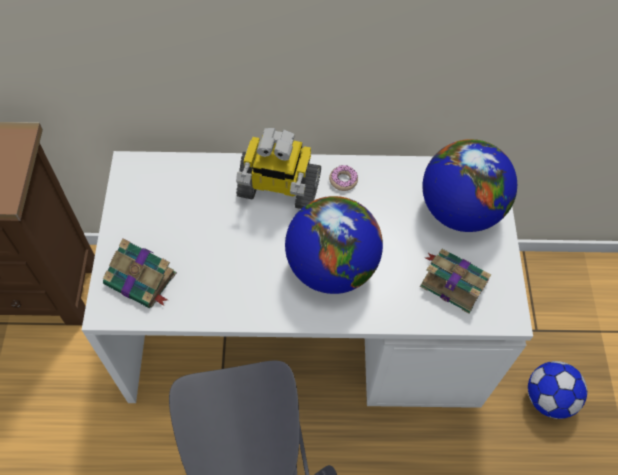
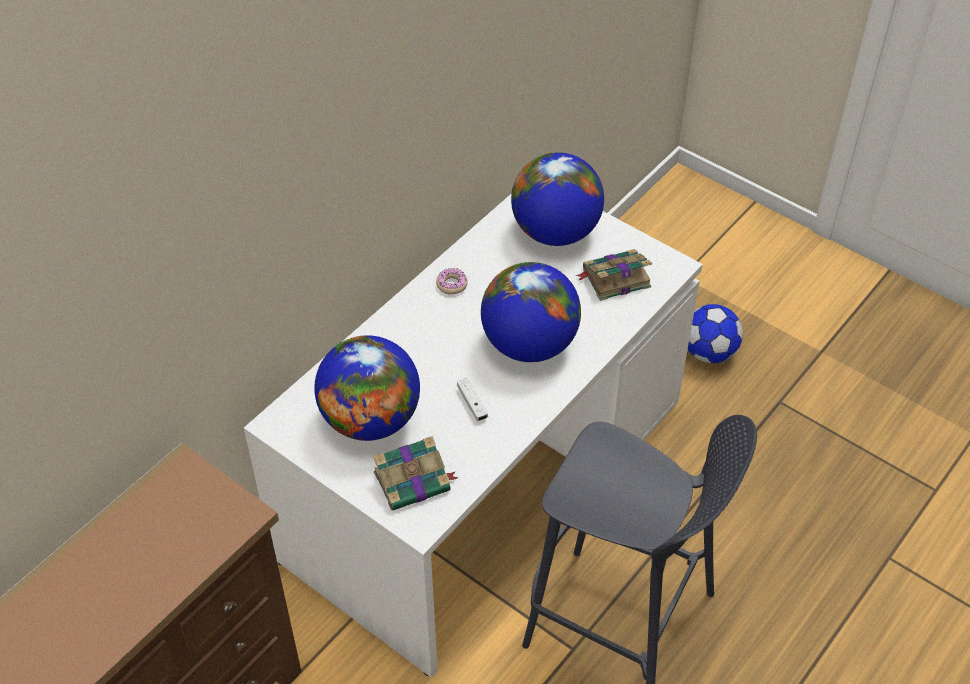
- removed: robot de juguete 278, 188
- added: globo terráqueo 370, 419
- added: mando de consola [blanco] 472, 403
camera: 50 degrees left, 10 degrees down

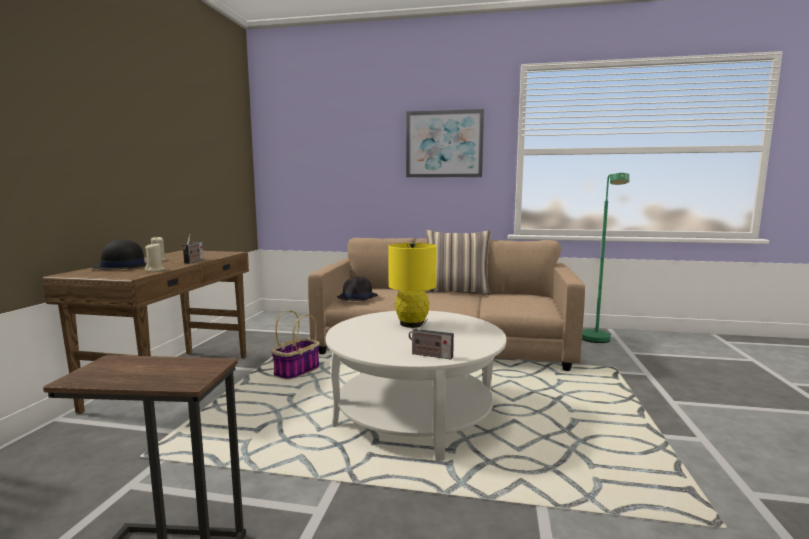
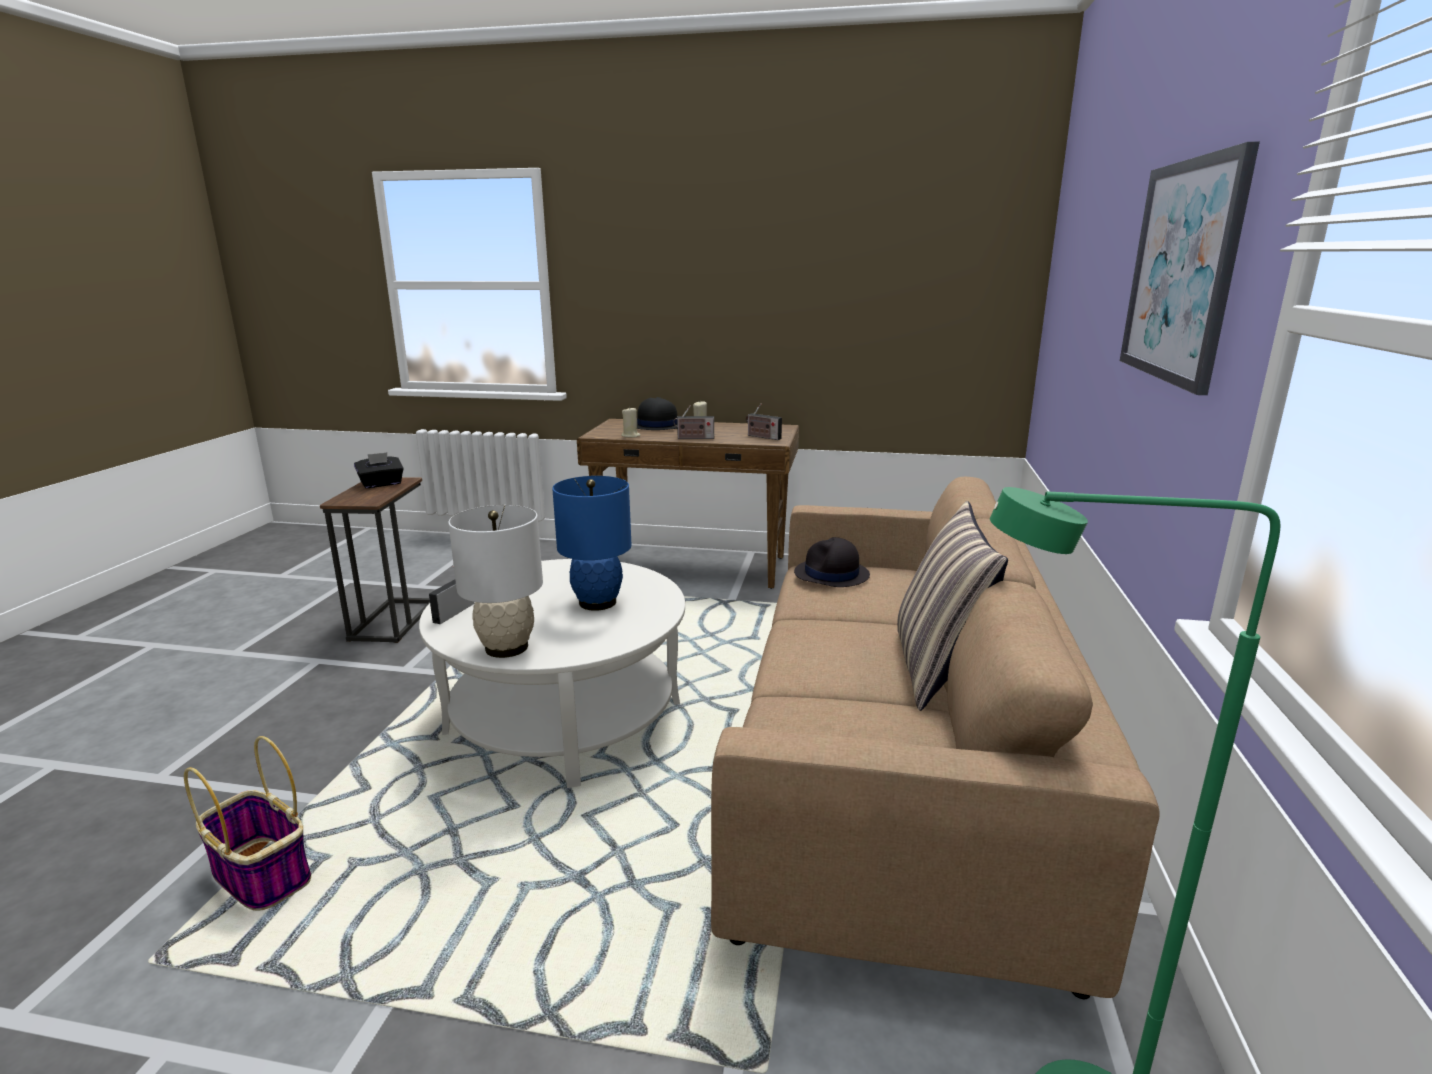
- recoloured: lámpara de mesa [amarillo] 411, 324 to lámpara de mesa [azul] 597, 602
- moved: cesta 297, 372 to 260, 875
- added: radio 762, 437
- added: caja de pañuelos [negro] 381, 484
- added: lámpara de mesa [blanco] 506, 648
camera: 90 degrees right, 10 degrees up

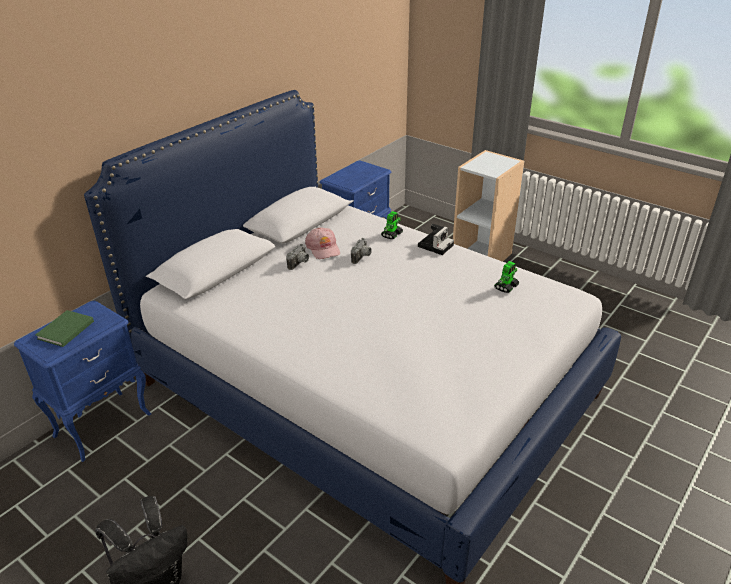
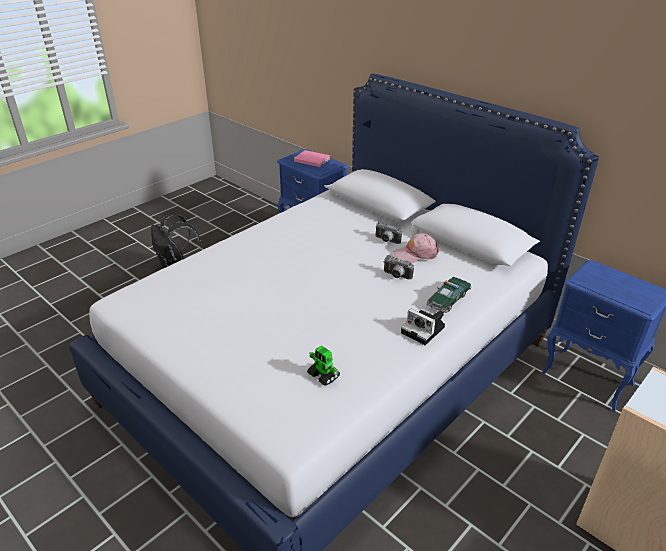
- replaced: robot de juguete 392, 234 to coche de juguete 448, 299
- recoloured: libro [verde] 64, 330 to libro [rosa] 311, 159
camera: 95 degrees right, 0 degrees up

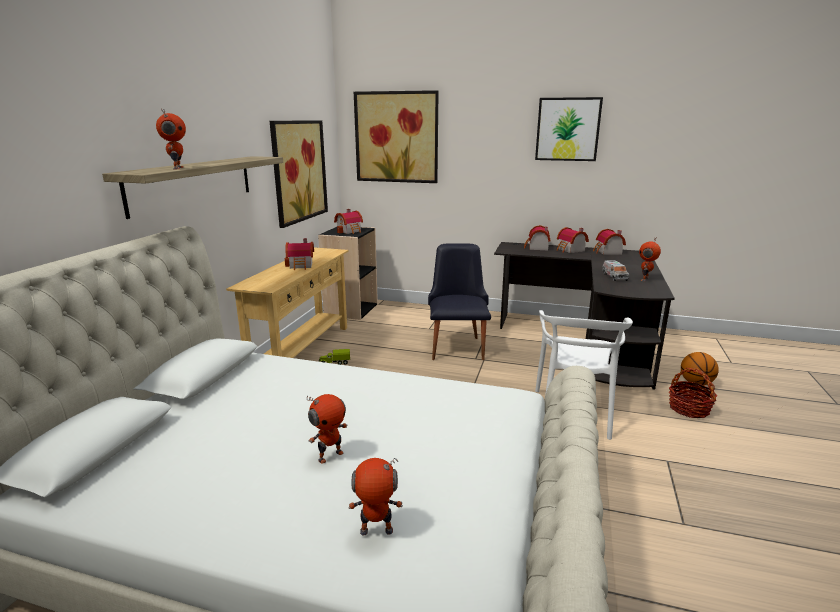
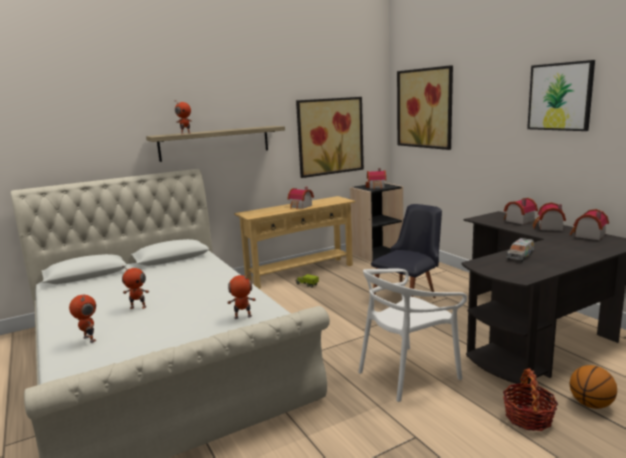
- moved: robot de juguete 645, 279 to 243, 317
camera: 45 degrees right, 5 degrees down

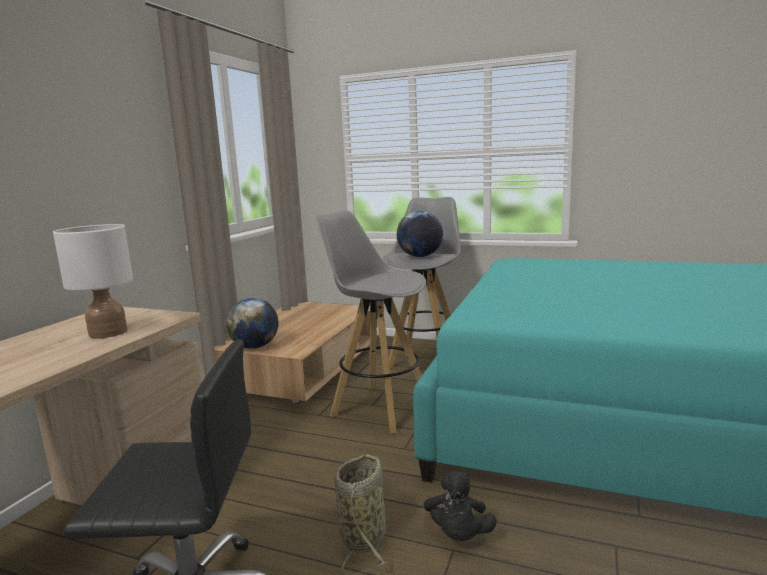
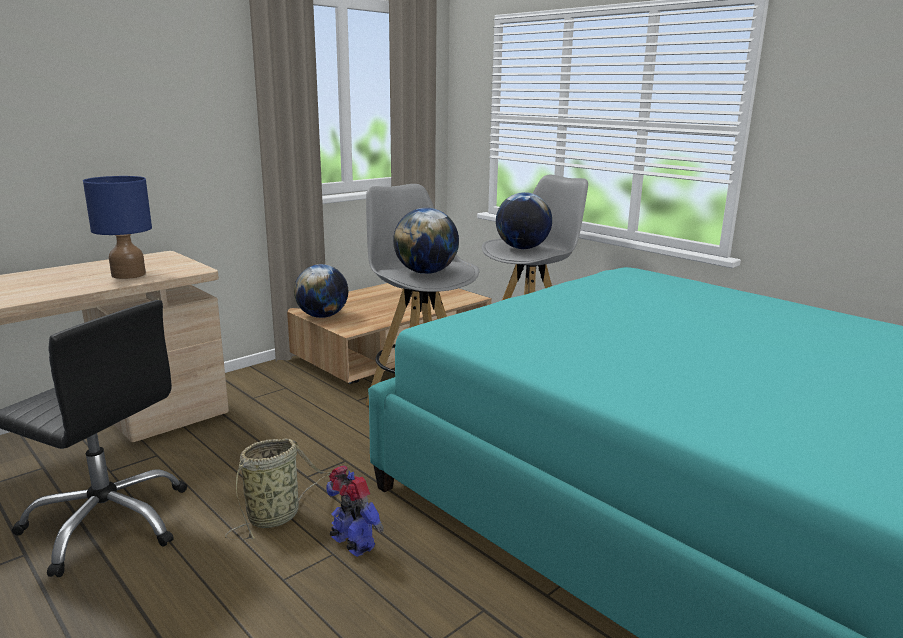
- recoloured: lámpara de mesa [blanco] 108, 333 to lámpara de mesa [azul] 128, 275
- replaced: peluche [negro] 458, 535 to robot de juguete 352, 544
- added: globo terráqueo 426, 272
camera: 25 degrees right, 5 degrees up

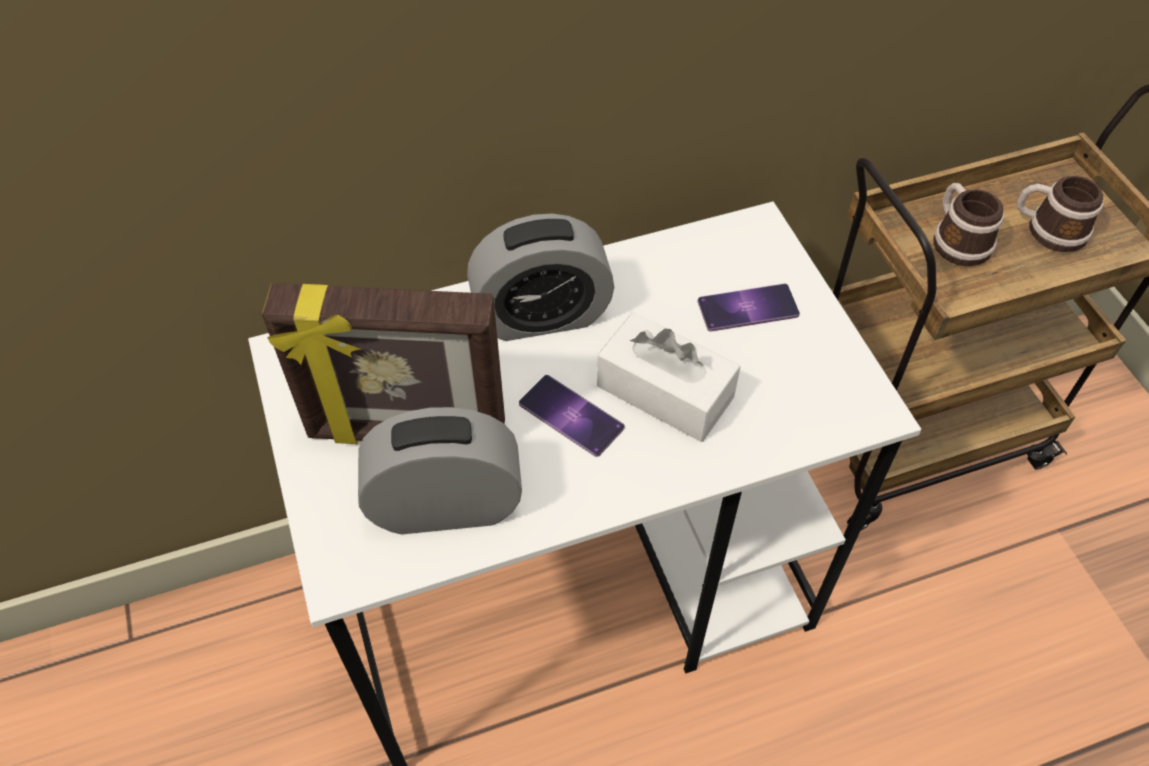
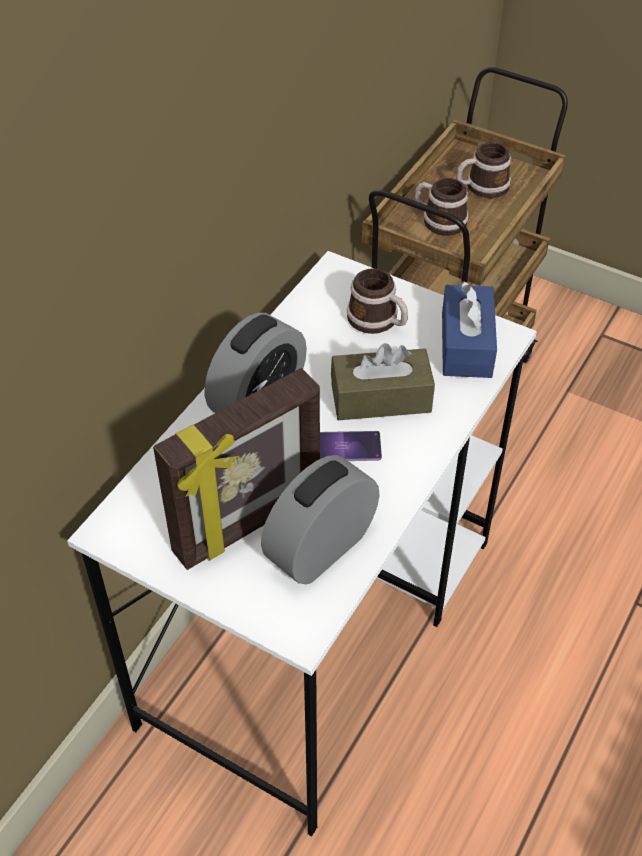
- replaced: móvil 748, 308 to taza grande 378, 321
- recoloured: caja de pañuelos [blanco] 665, 392 to caja de pañuelos [marrón] 381, 398
- added: caja de pañuelos [azul] 466, 344
camera: 40 degrees left, 5 degrees down

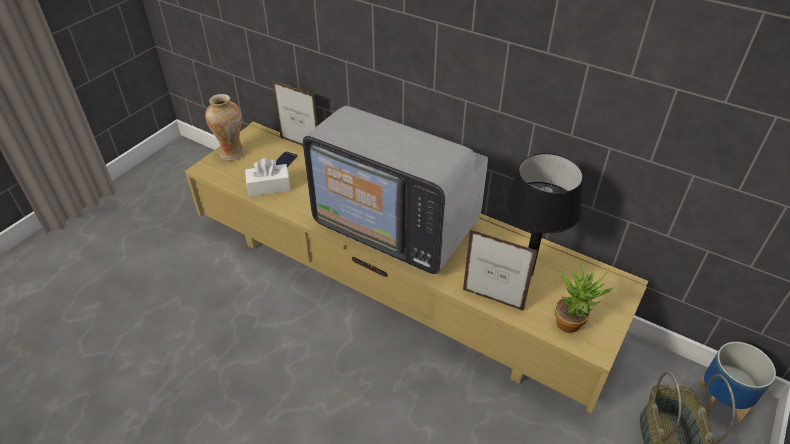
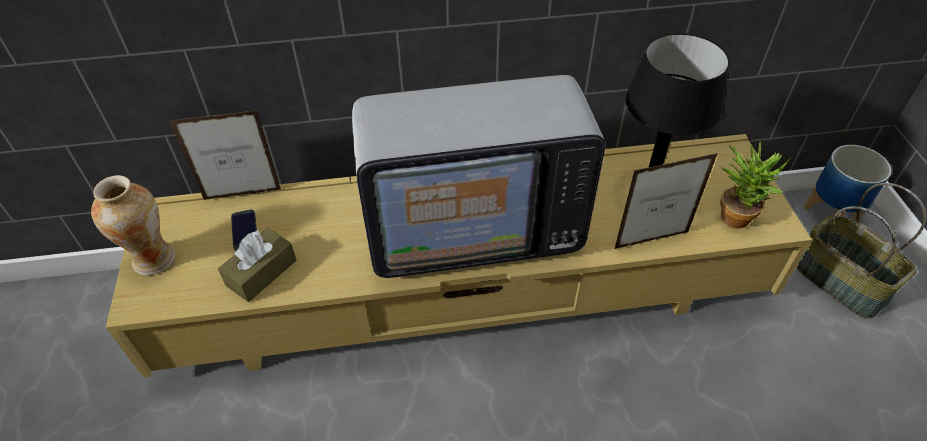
- recoloured: caja de pañuelos [blanco] 269, 187 to caja de pañuelos [marrón] 261, 273
camera: 40 degrees left, 5 degrees up

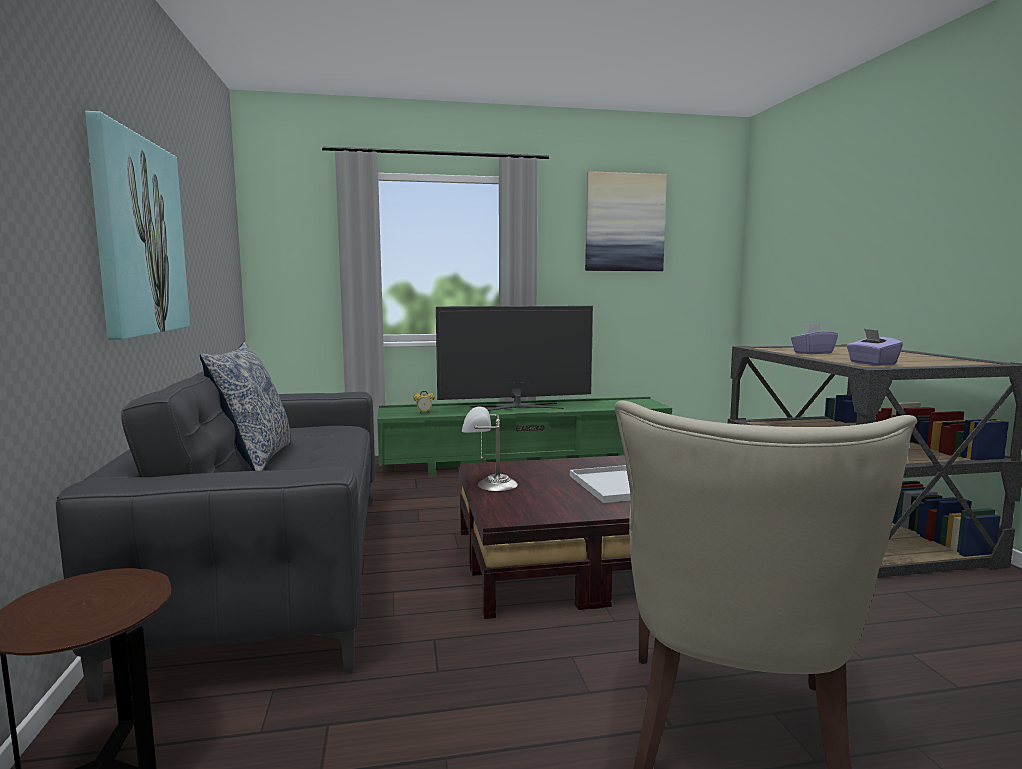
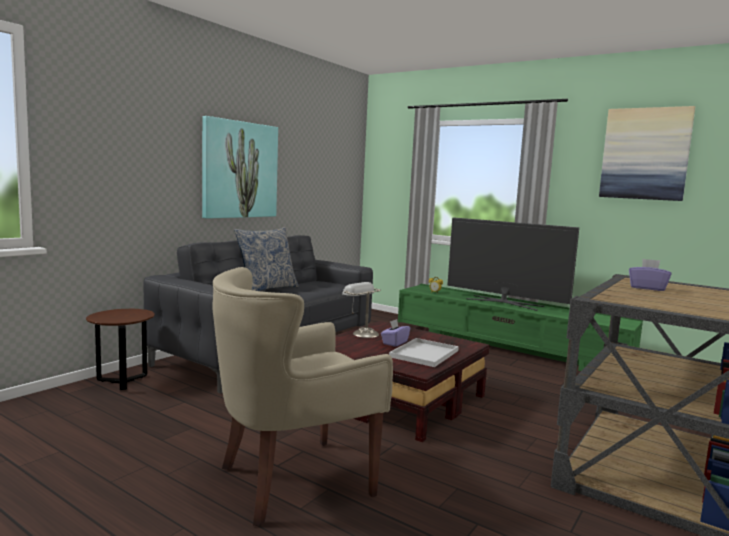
- moved: caja de pañuelos [morado] 871, 363 to 394, 343
camera: 45 degrees right, 0 degrees up

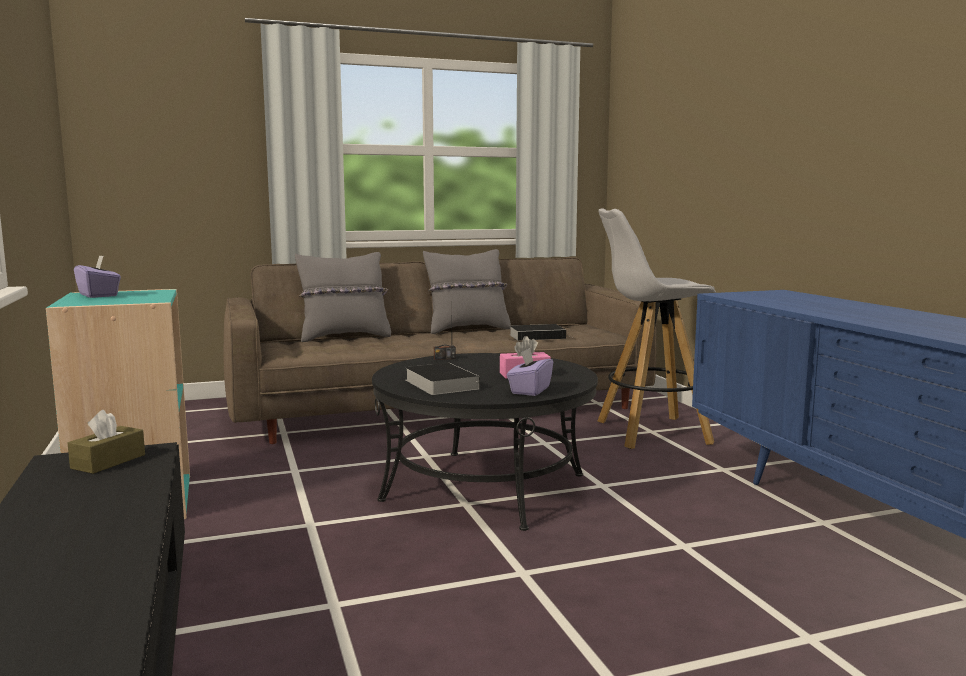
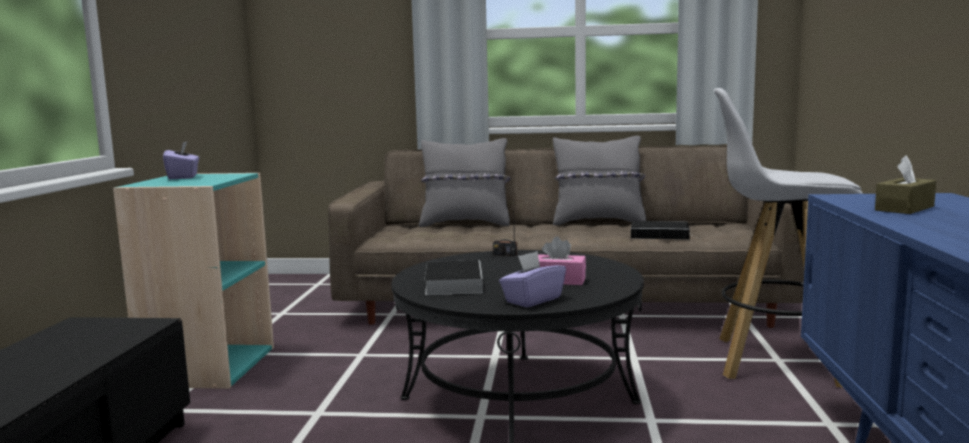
- moved: caja de pañuelos [marrón] 108, 461 to 904, 208
camera: 25 degrees right, 0 degrees up

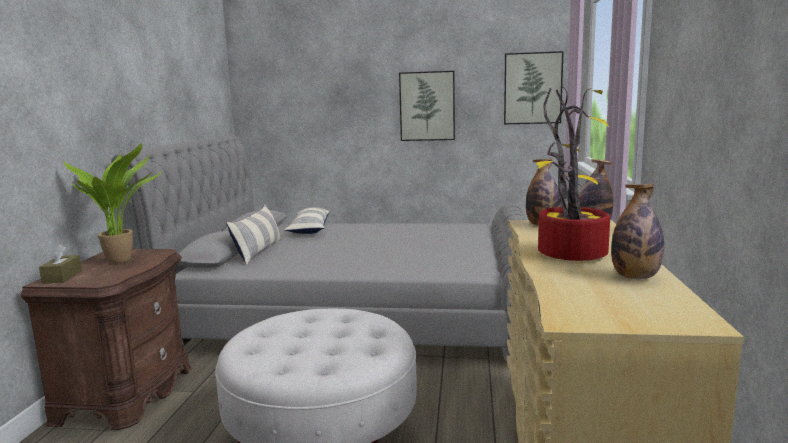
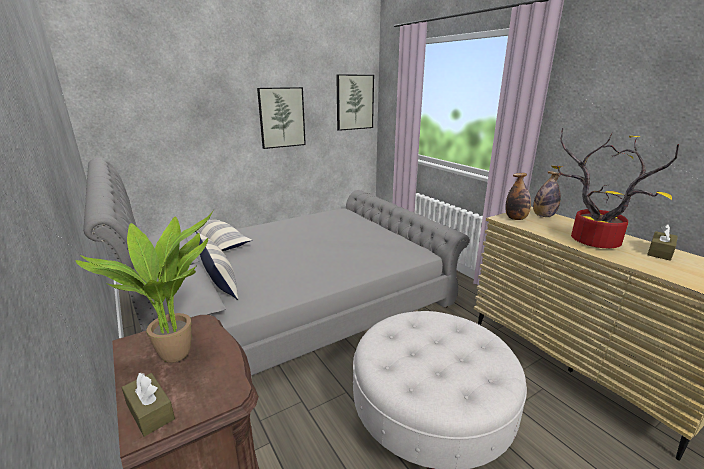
- replaced: botella 635, 277 to caja de pañuelos [marrón] 660, 252
camera: 40 degrees left, 10 degrees up

